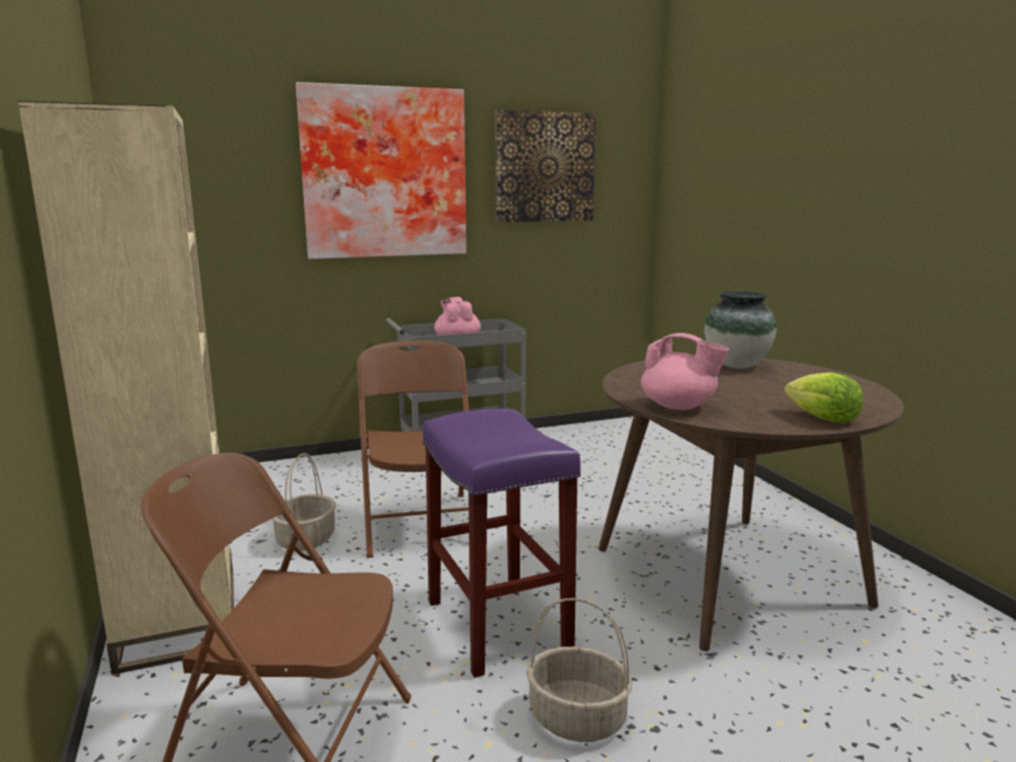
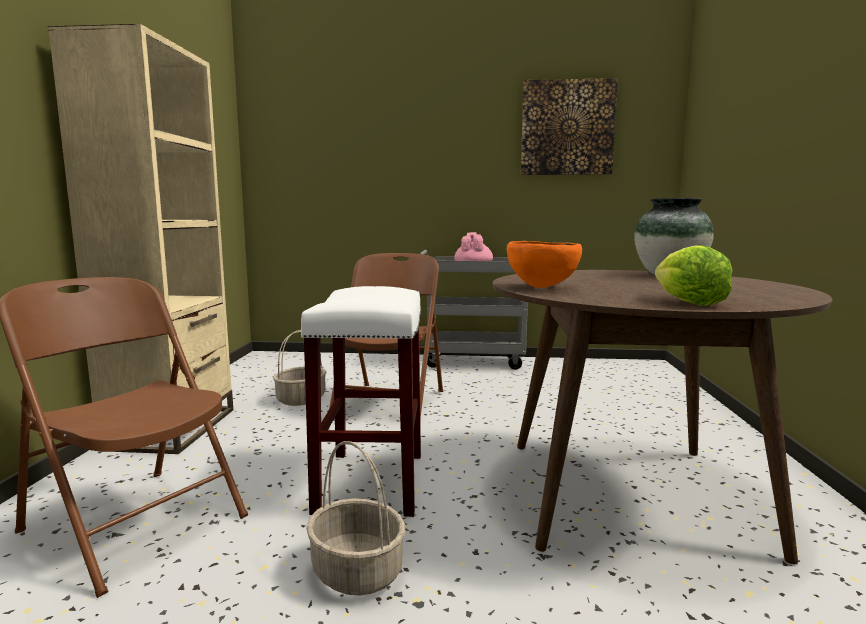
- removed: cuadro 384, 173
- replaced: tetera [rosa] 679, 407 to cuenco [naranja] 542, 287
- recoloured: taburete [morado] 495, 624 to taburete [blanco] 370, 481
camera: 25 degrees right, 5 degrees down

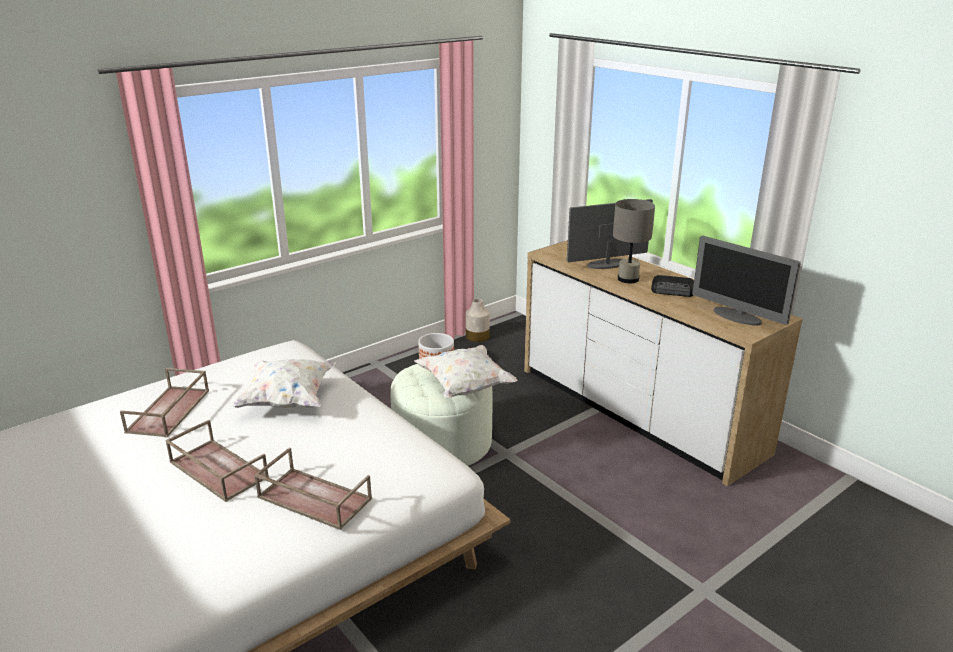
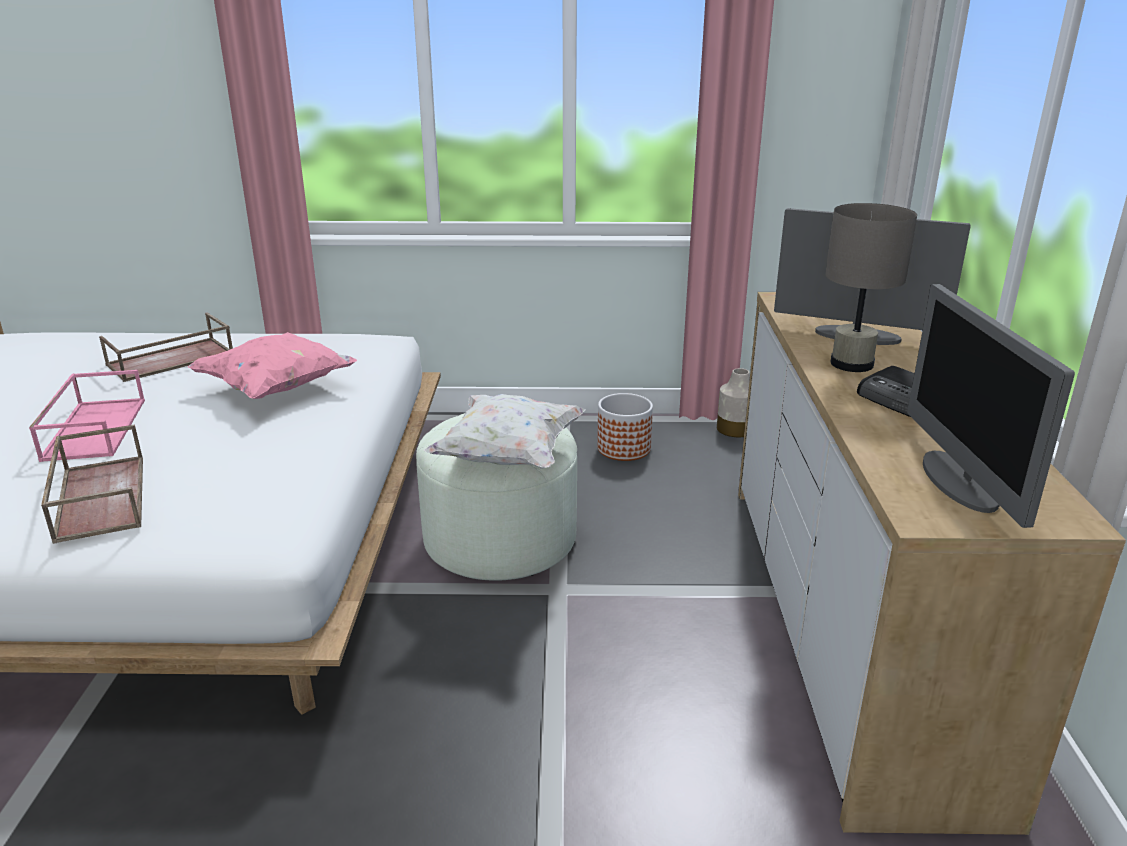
- recoloured: cojín [blanco] 288, 400 to cojín [rosa] 277, 389
- recoloured: bandeja [marrón] 217, 470 to bandeja [rosa] 94, 428
camera: 40 degrees right, 0 degrees up

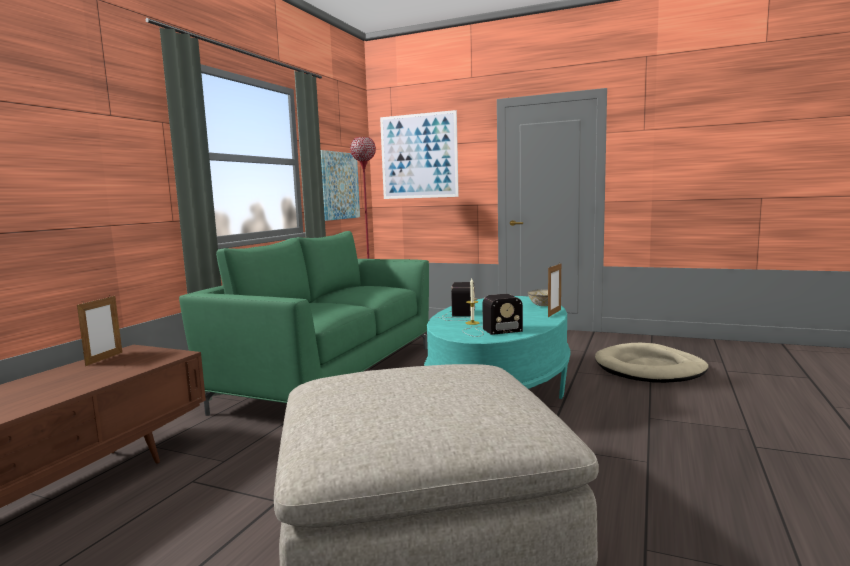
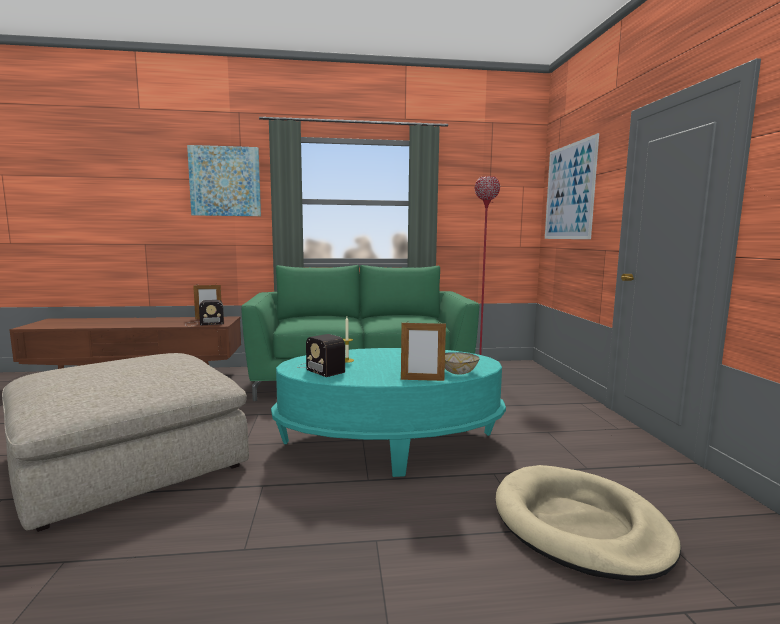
- moved: cuadro 338, 185 to 225, 181
- moved: radio 460, 315 to 203, 323
camera: 60 degrees right, 0 degrees up

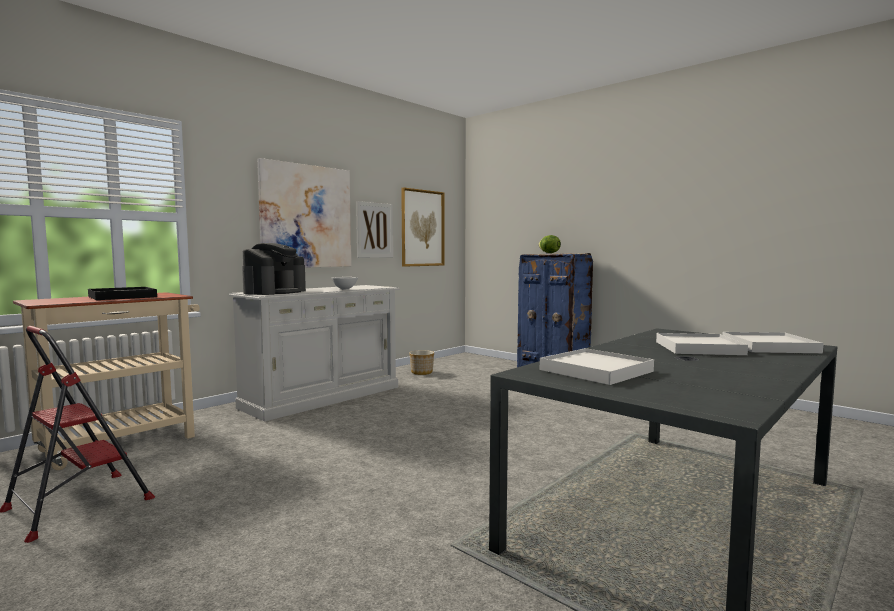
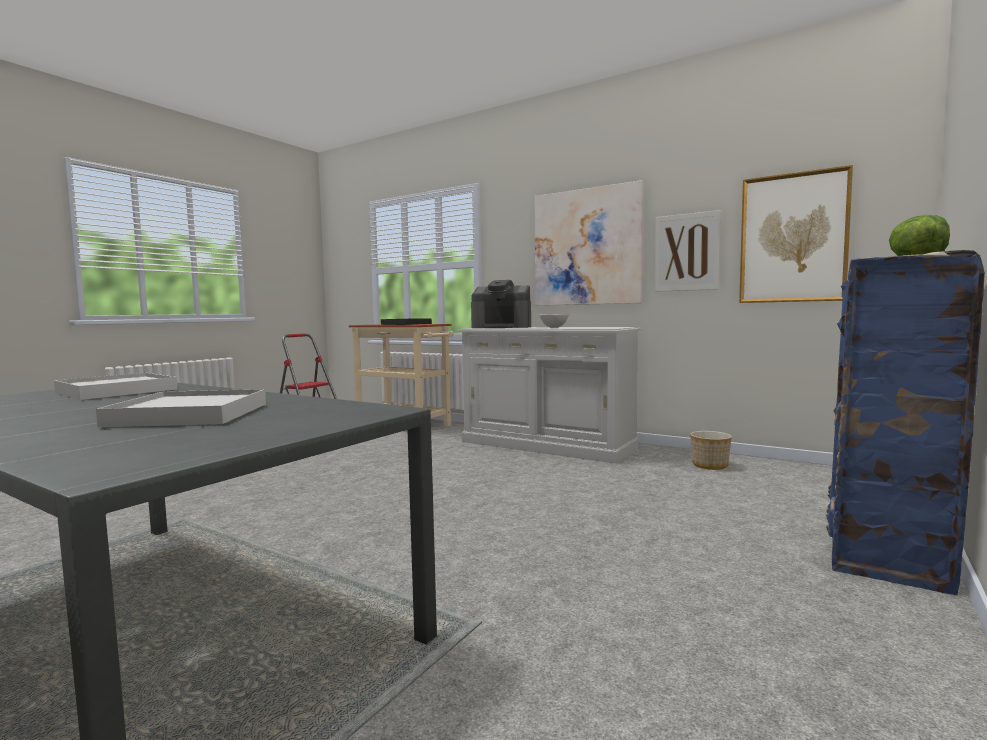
- removed: bandeja [blanco] 769, 346
camera: 80 degrees right, 0 degrees up

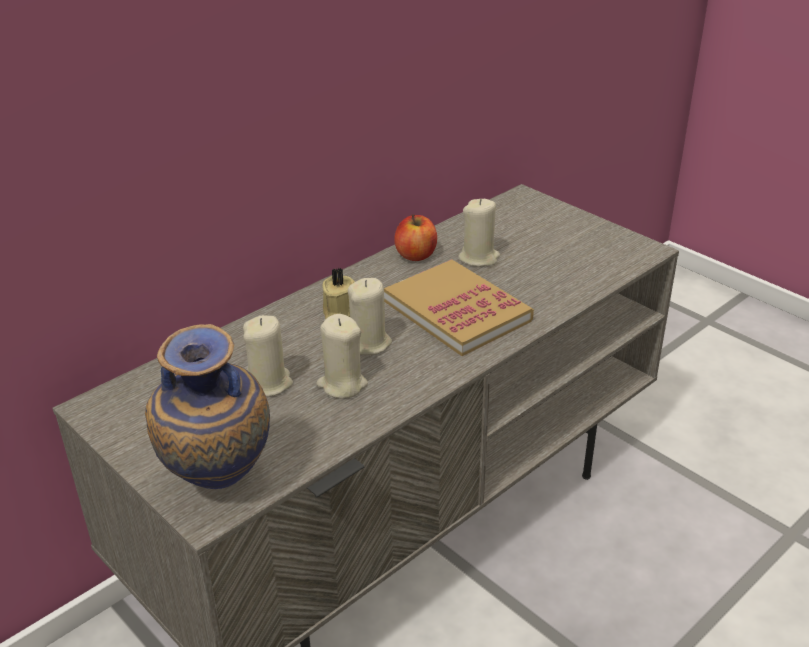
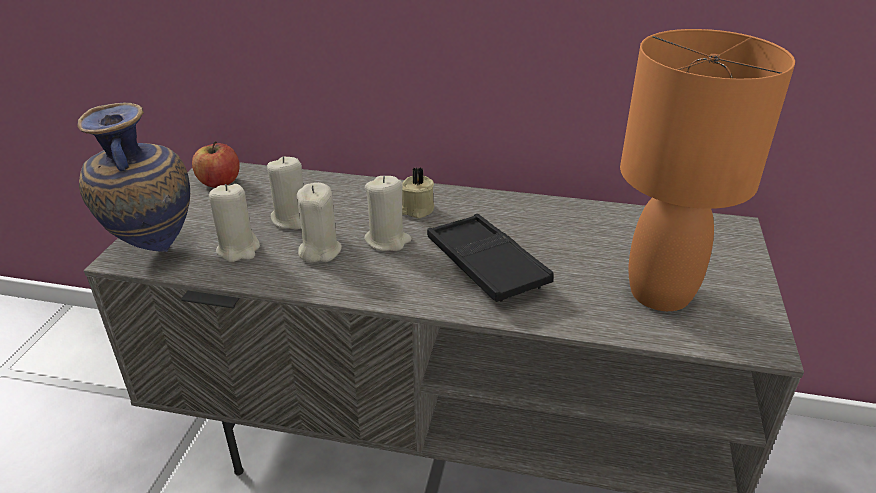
- moved: vela [beis] 479, 258 to 238, 249
- moved: manzana 416, 255 to 219, 182
- replaced: libro 457, 311 to bandeja [negro] 485, 265
- added: lámpara de mesa [naranja] 658, 293
camera: 55 degrees right, 0 degrees up

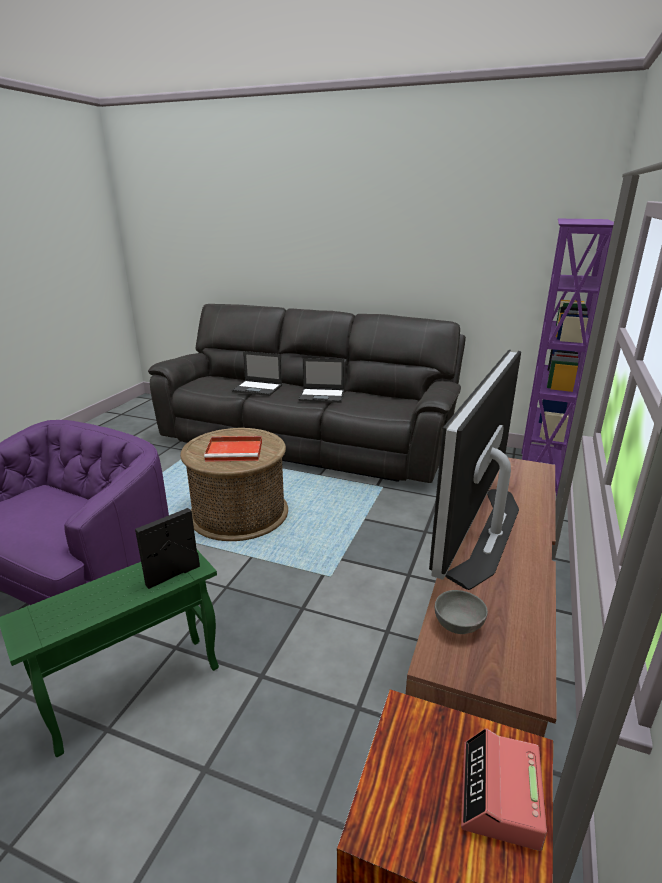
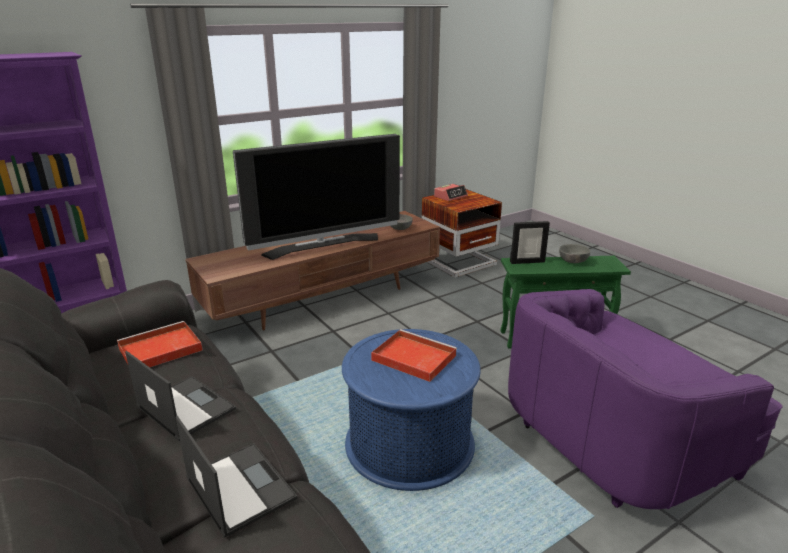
- recoloured: mesa de centro [marrón] 239, 513 to mesa de centro [azul] 409, 443
- added: cuenco [gris] 572, 262
- added: bandeja [rojo] 159, 350
camera: 145 degrees left, 0 degrees up

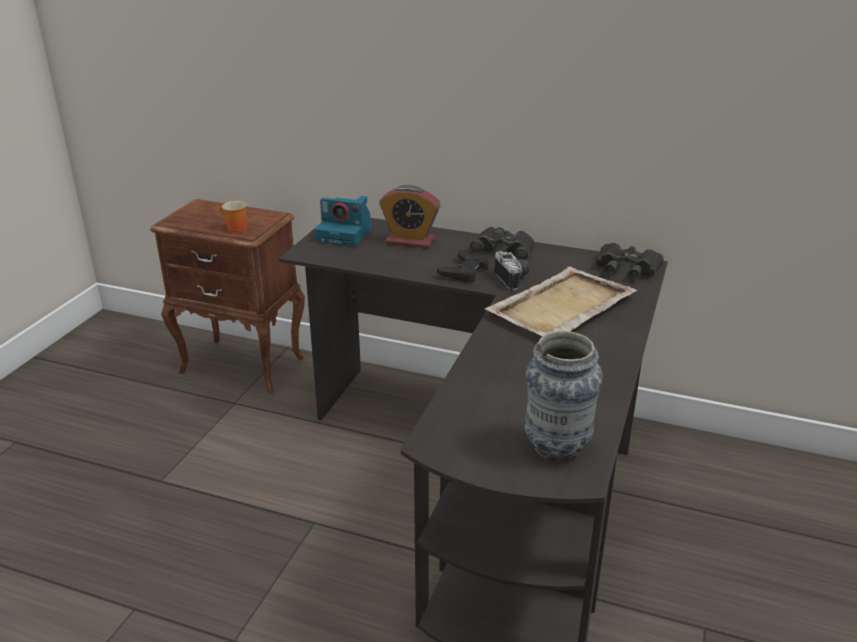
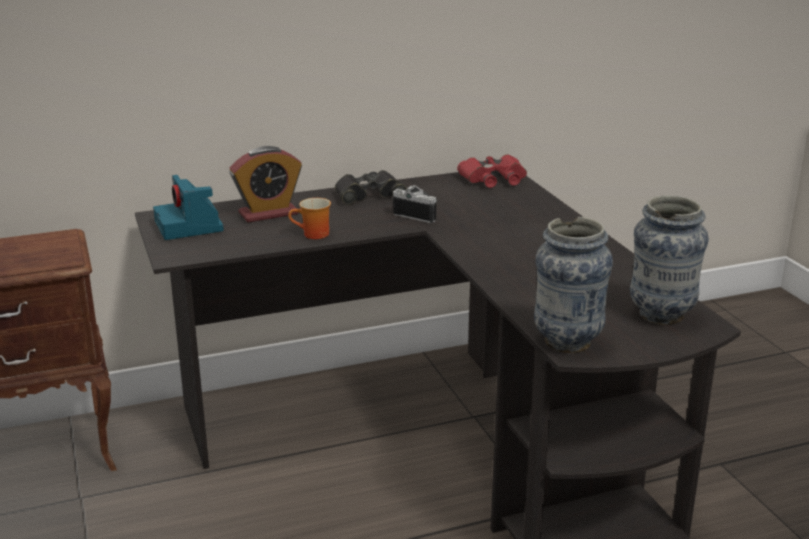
- turned: cámara 345, 234 = 190, 226 90 degrees clockwise
- moved: taza grande 234, 229 to 313, 235
- recoloured: prismáticos [negro] 626, 268 to prismáticos [rojo] 493, 179
- removed: mando de consola [negro] 464, 271
- removed: bandeja [beis] 560, 307
- added: florero 567, 342
camera: 40 degrees left, 5 degrees down

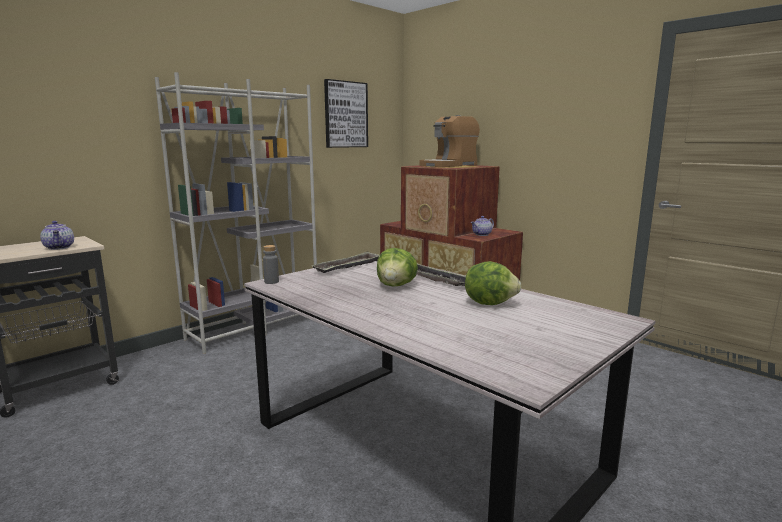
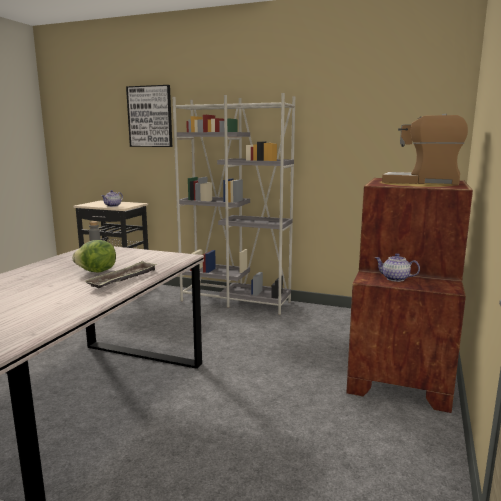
- moved: cuadro 345, 114 to 150, 116
- removed: bandeja 348, 267
- removed: lechuga 489, 303
camera: 65 degrees right, 0 degrees up

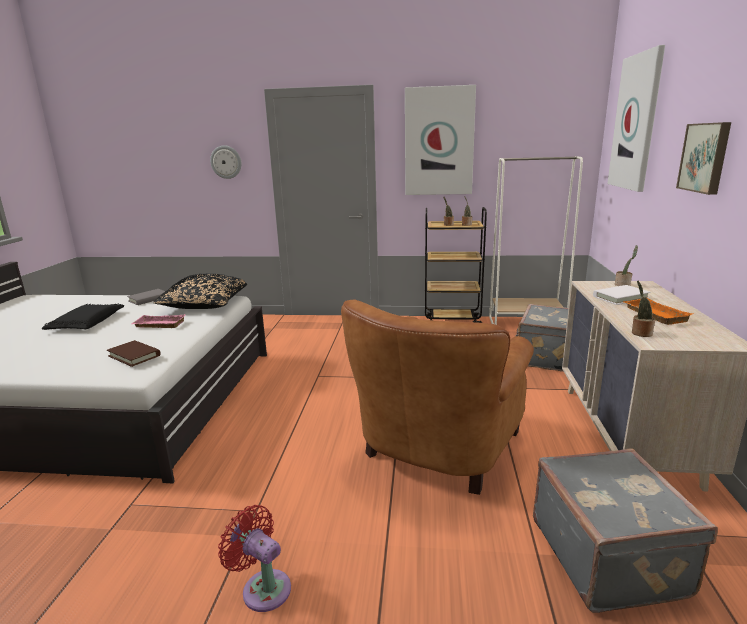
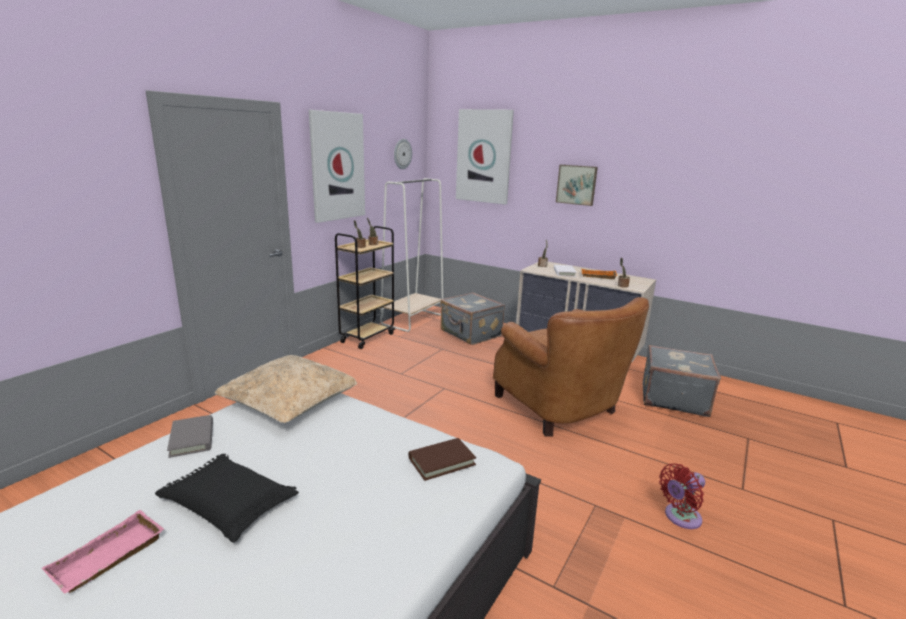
- moved: reloj de pared 226, 162 to 402, 154
- recoloured: cojín [negro] 205, 303 to cojín [beis] 289, 400
- moved: bandeja [rosa] 158, 325 to 108, 559
camera: 65 degrees left, 0 degrees up

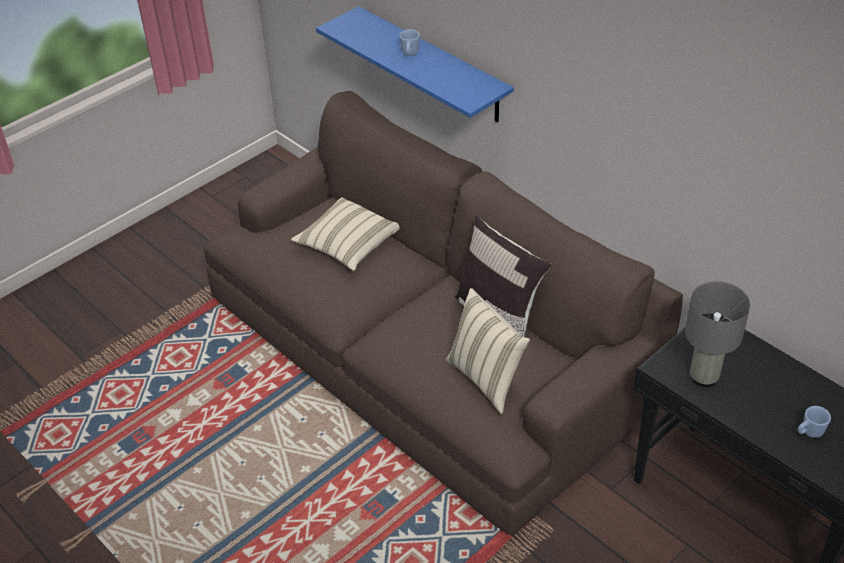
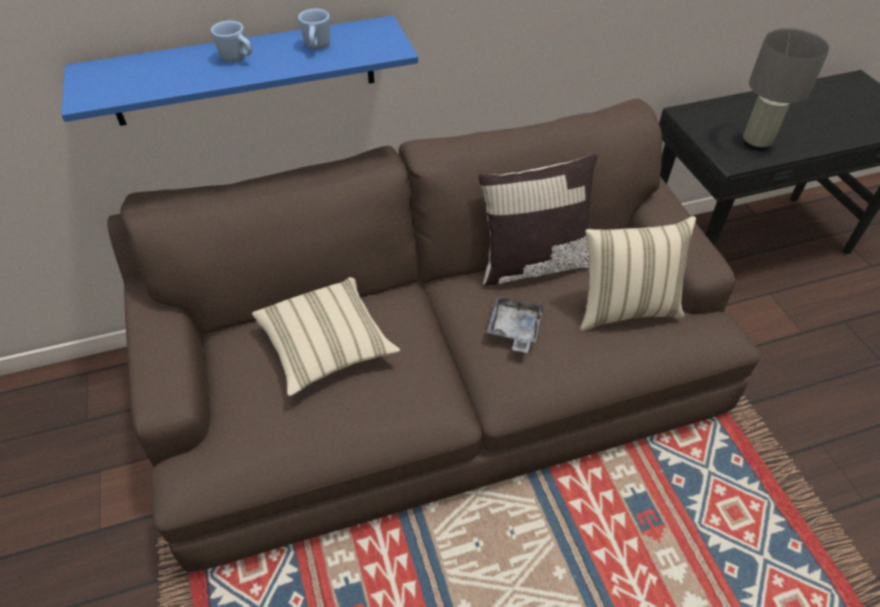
- moved: taza grande [azul] 809, 432 to 317, 48
- added: bandeja [gris] 514, 329
camera: 65 degrees left, 5 degrees up

